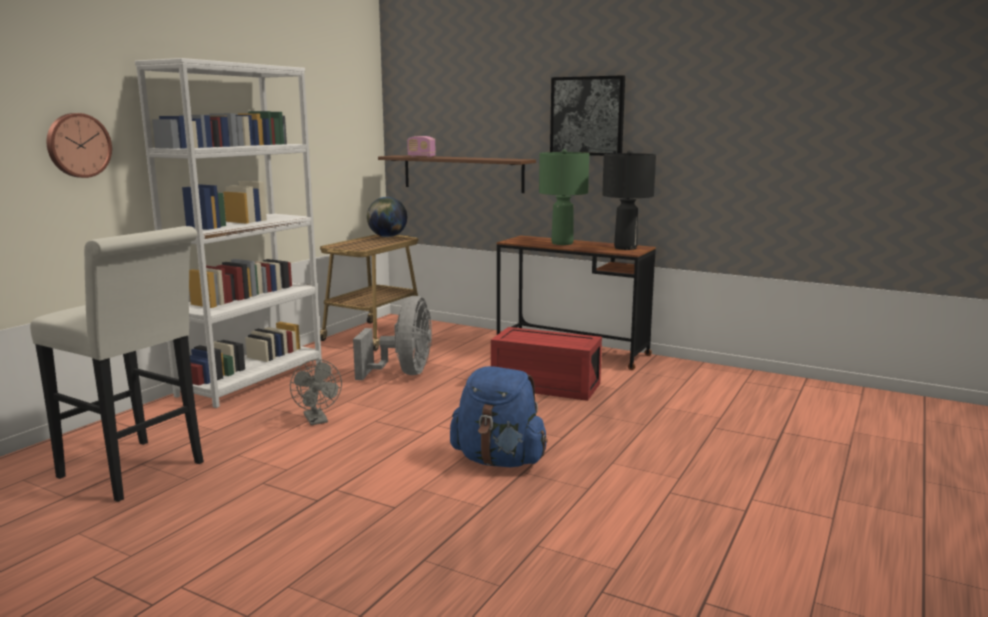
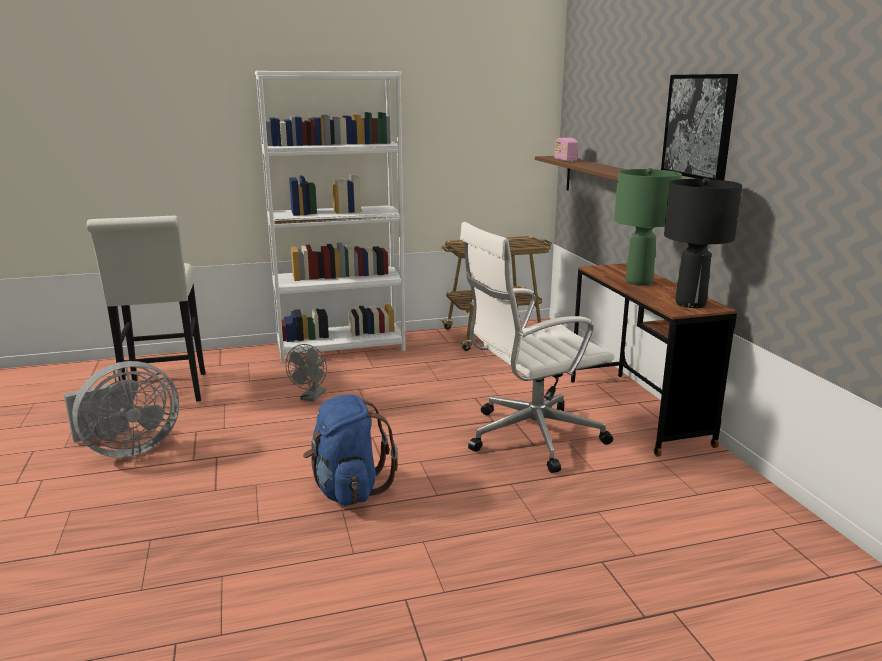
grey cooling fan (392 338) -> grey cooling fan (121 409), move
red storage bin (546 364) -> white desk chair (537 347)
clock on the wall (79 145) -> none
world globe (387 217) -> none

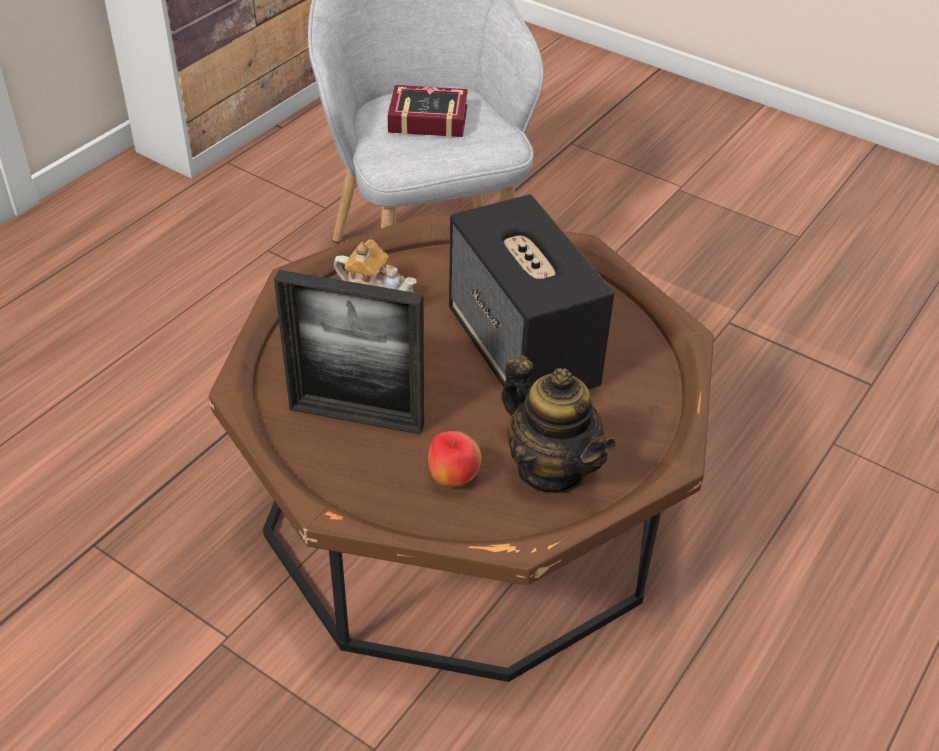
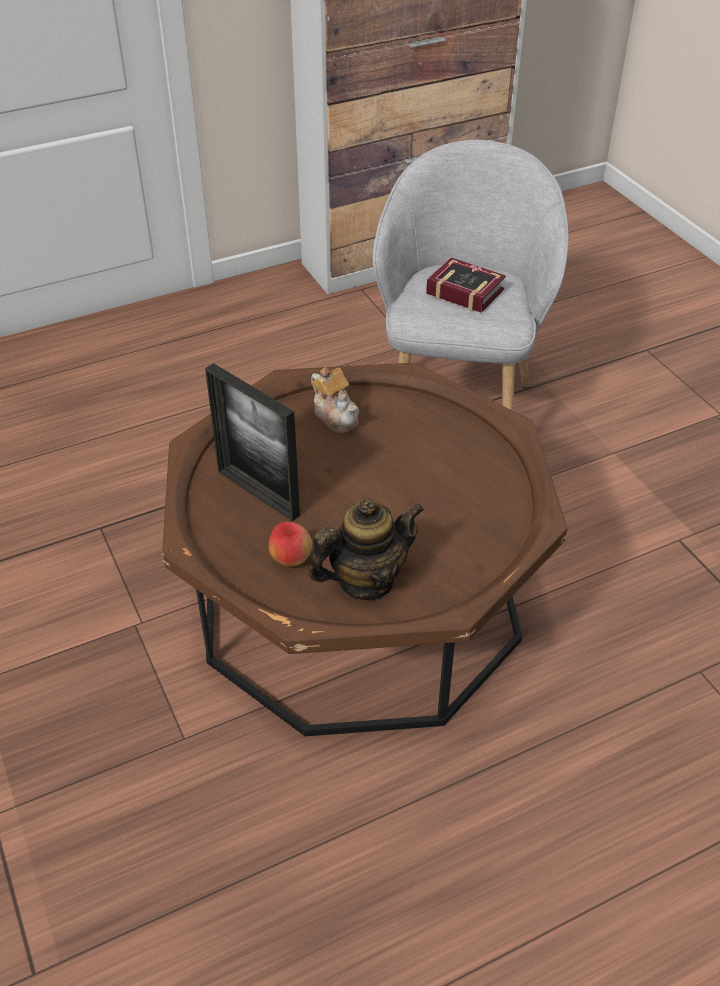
tea pot (558 424) -> tea pot (366 549), 105 degrees counterclockwise
audio speaker (531 299) -> none

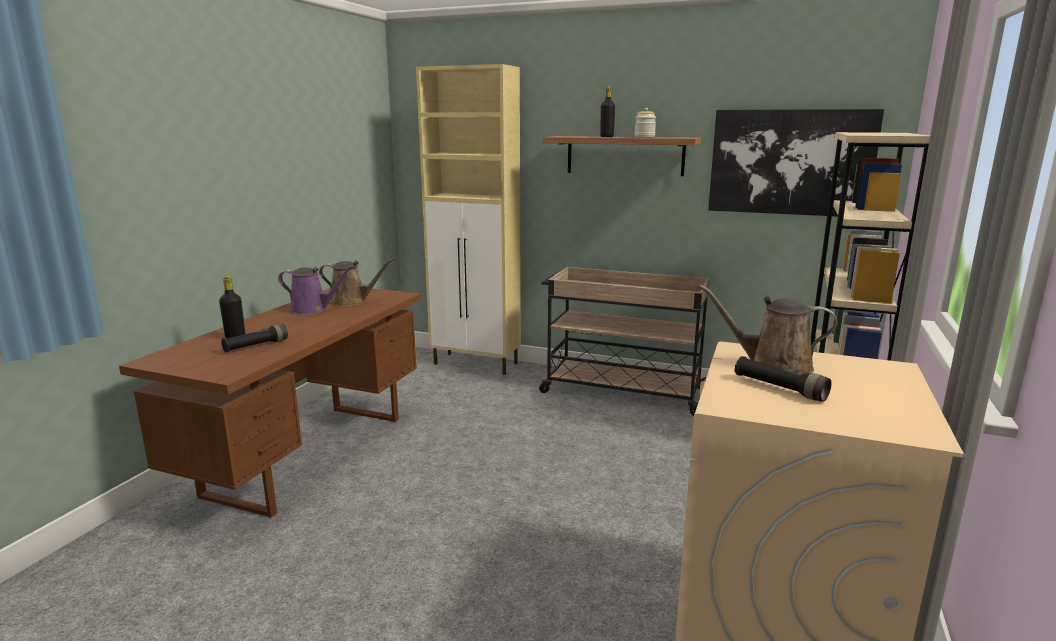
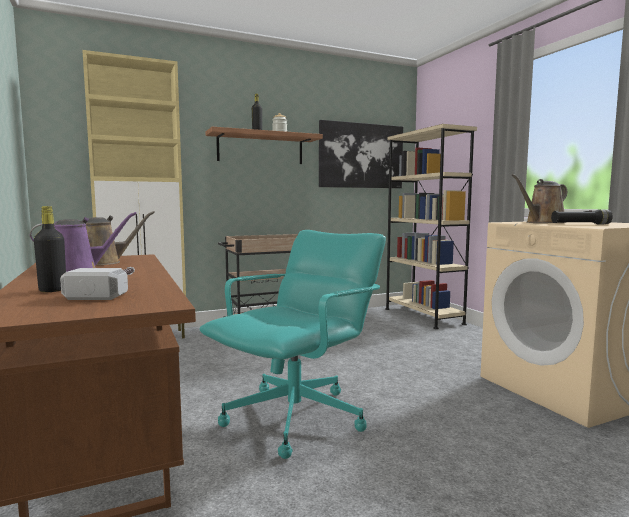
black-coloured torch (254 338) -> tool hammer (97 283)
none -> blue-green desk chair (293 344)

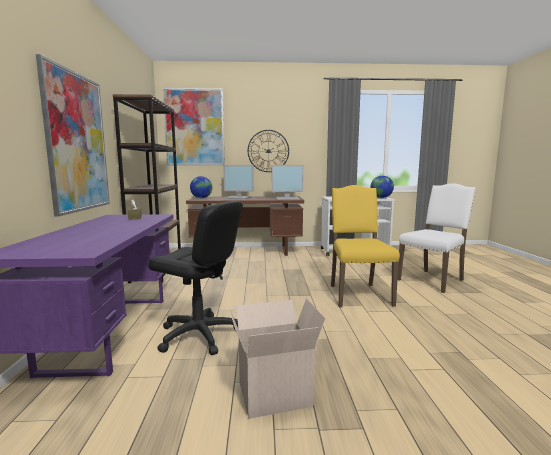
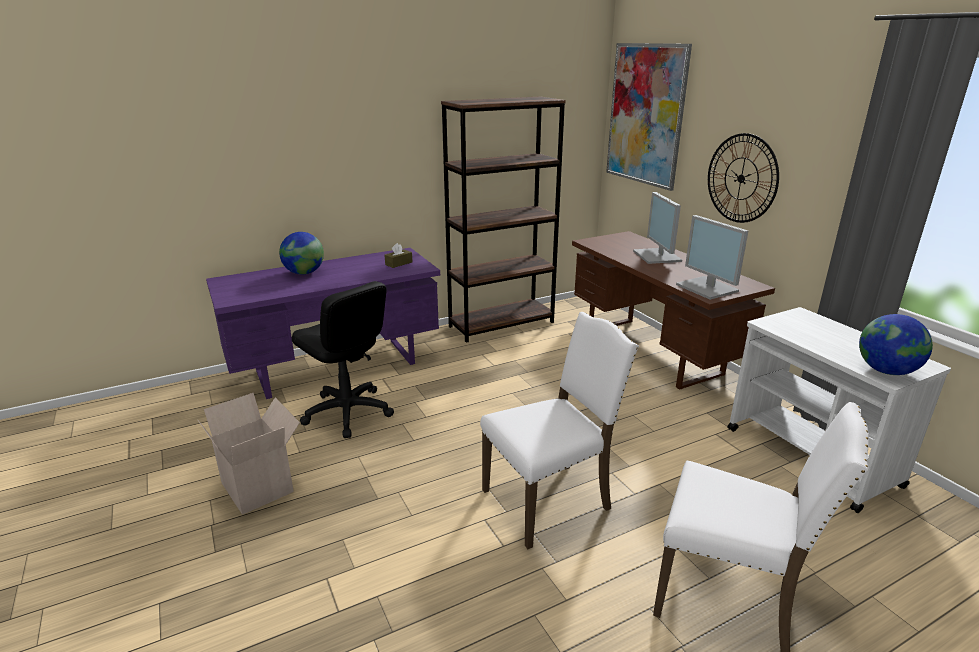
world globe (201 187) -> world globe (301 253), move
black-coloured desk chair (195 278) -> black-coloured desk chair (343 359), 45 degrees counterclockwise
yellow-coloured plain chair (365 246) -> white plain chair (559 430)
wall art (73 135) -> none

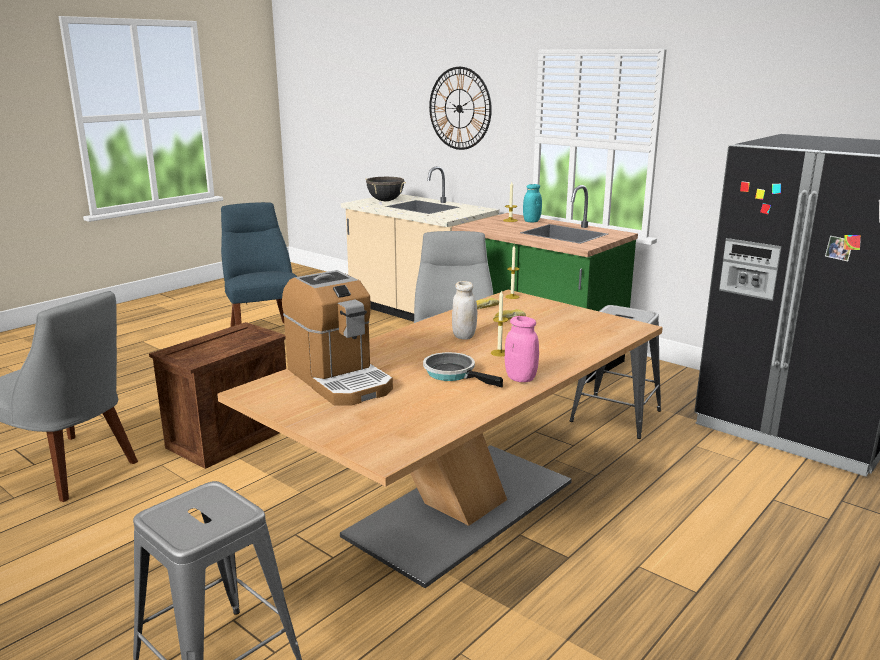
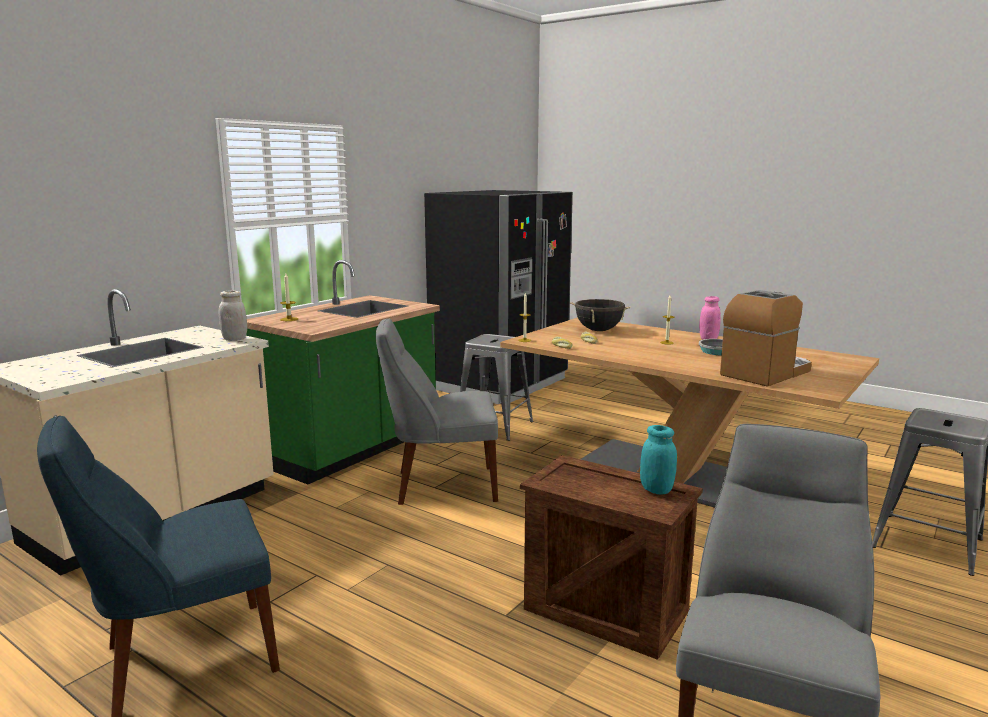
white jar (464 310) -> white jar (233 316), move
black-coloured cooking pot (385 189) -> black-coloured cooking pot (600 315), move
blue-green jar (532 203) -> blue-green jar (658 460), move
clock on the wall (460 108) -> none

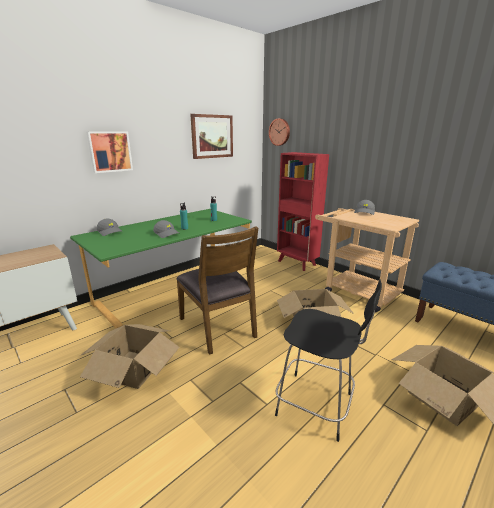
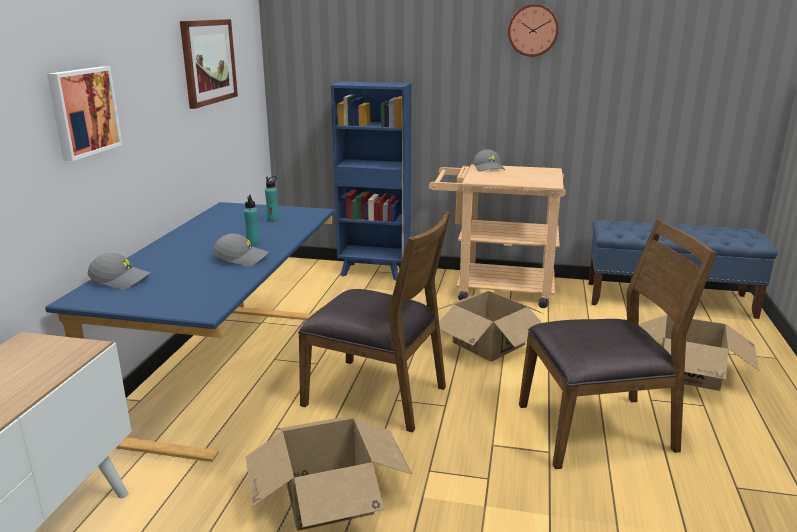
green desk (161 268) -> bluish desk (190 332)
red shelving unit (303 211) -> bluish shelving unit (371 181)
clock on the wall (279 132) -> clock on the wall (533 30), move
black-coloured stool (328 360) -> brown plain chair (618 344)

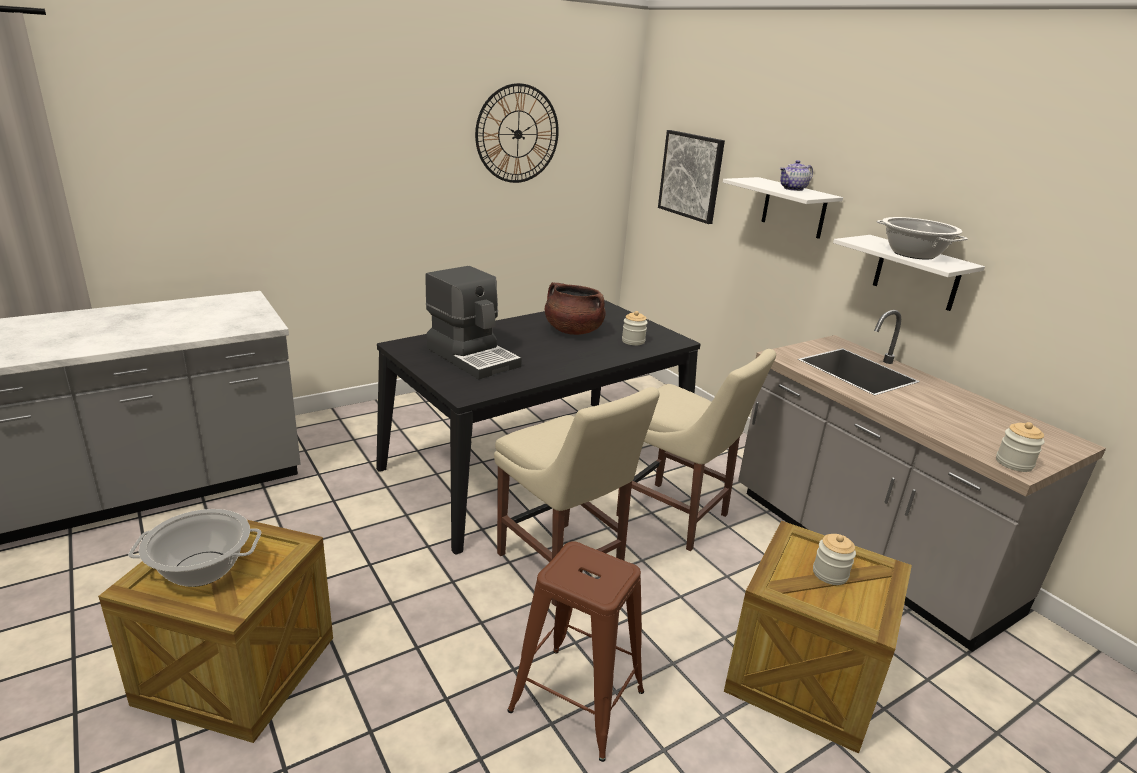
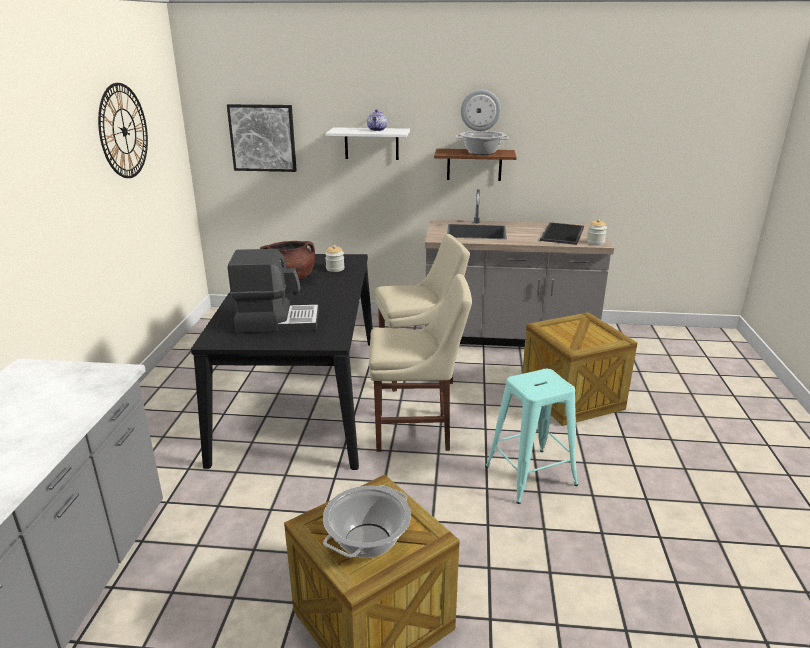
white bracket shelf (909 273) -> brown bracket shelf (475 165)
none -> clock on the wall (481 110)
brown stool (575 651) -> blue-green stool (531 436)
none -> carrying tray (562 233)
jar (834 559) -> none

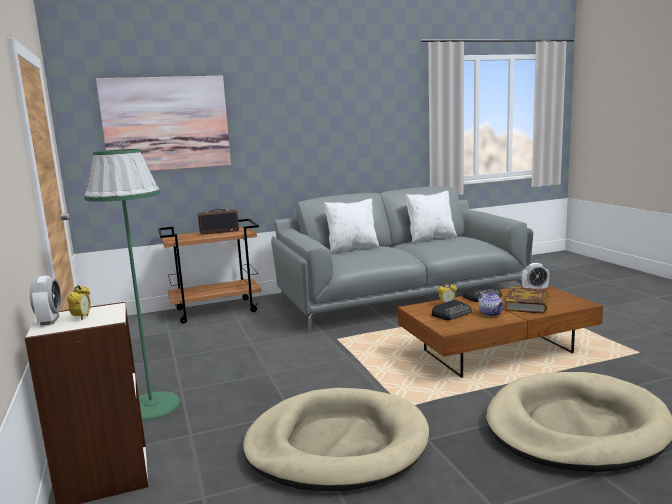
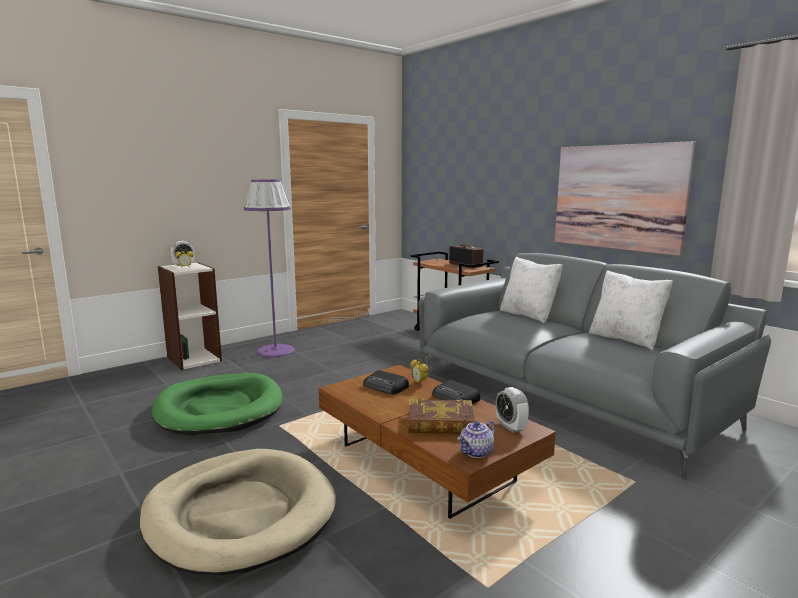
beige-coloured pet bed (336 439) -> green pet bed (217 404)
green floor lamp (132 285) -> purple-coloured floor lamp (269 268)
tea pot (491 304) -> tea pot (476 439), move
wall art (163 123) -> wall art (625 198), move

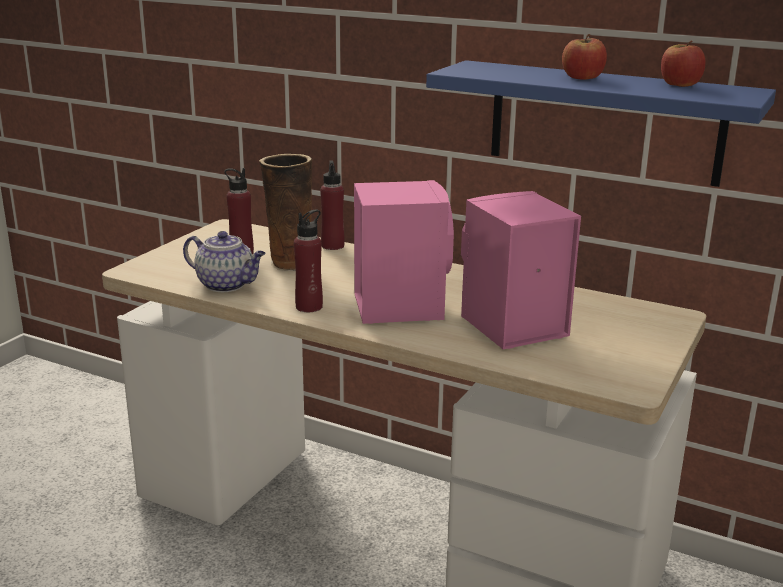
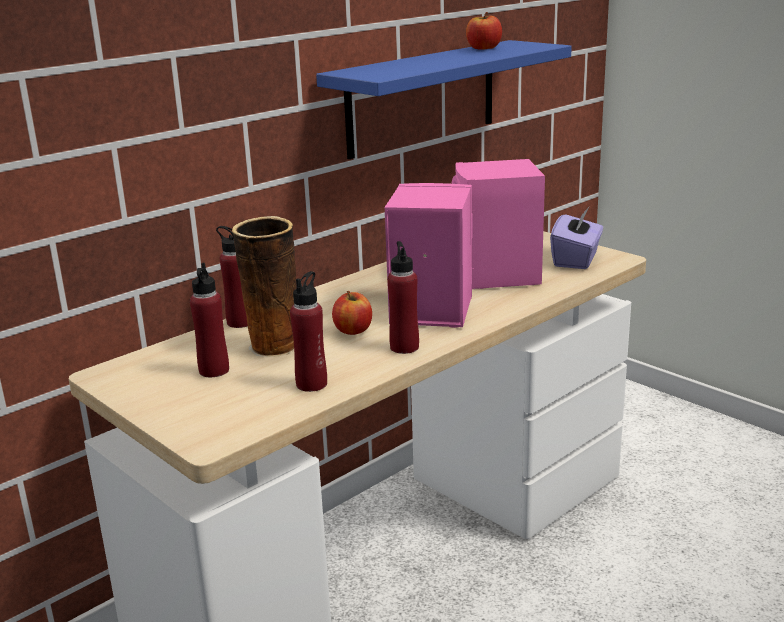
tea pot (224 261) -> red bottle (308 331)
whole apple (584 57) -> whole apple (352 313), move
none -> purple-coloured box of tissues (576 238)

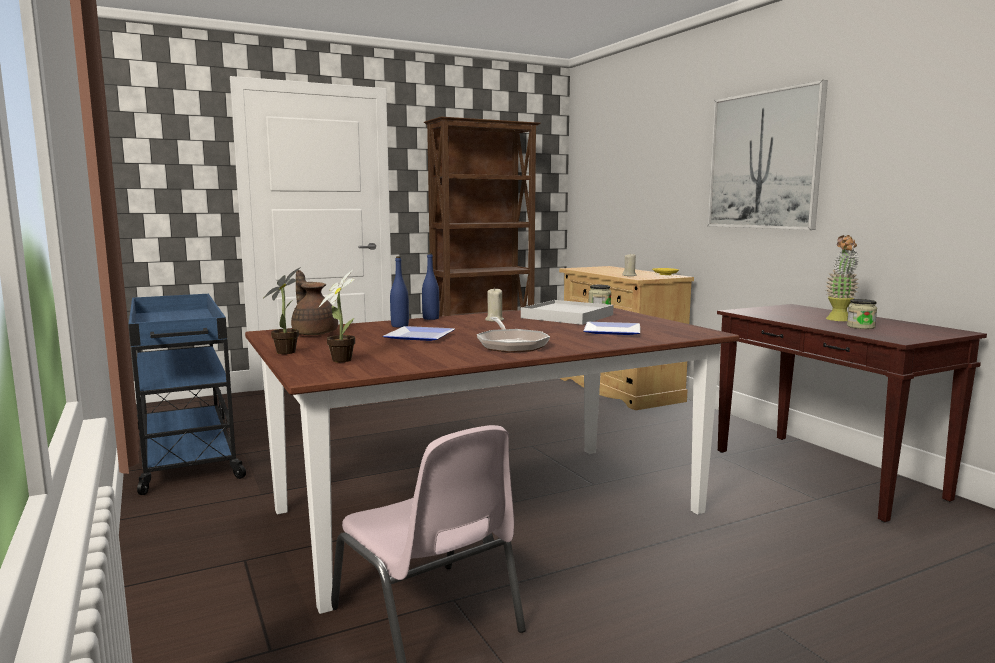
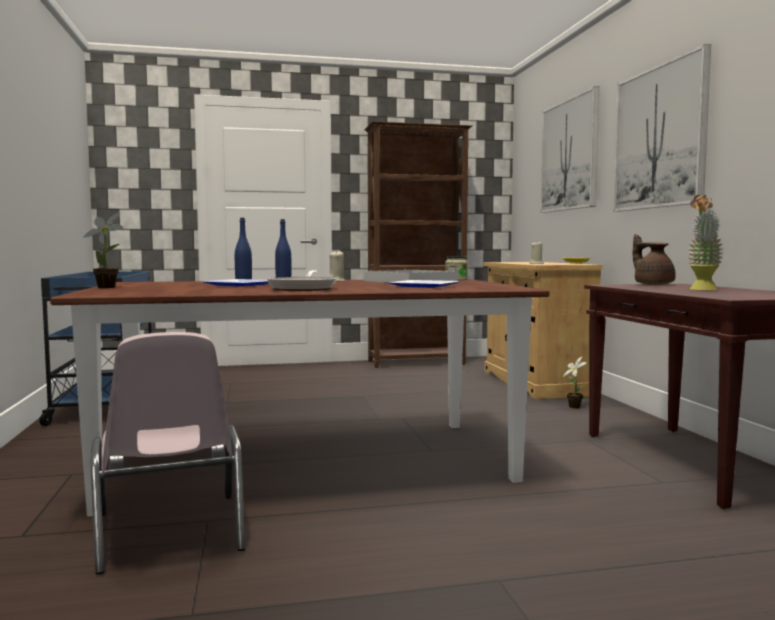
none -> wall art (570 149)
plant in a pot (337 316) -> plant in a pot (575 382), move
brown tea pot (314 302) -> brown tea pot (654 259), move
jar (862 314) -> none

